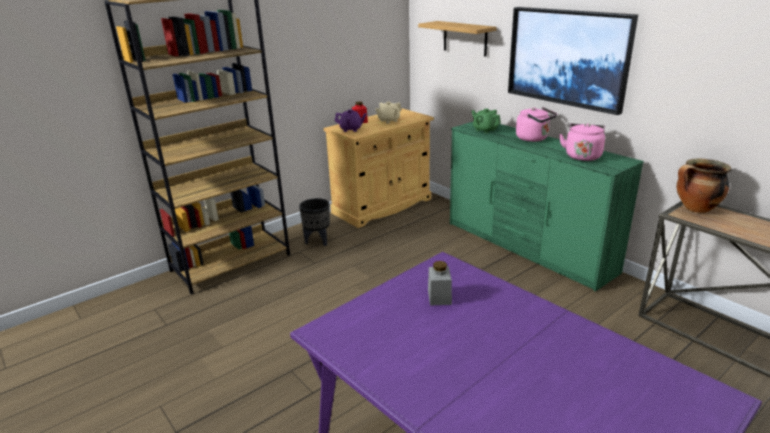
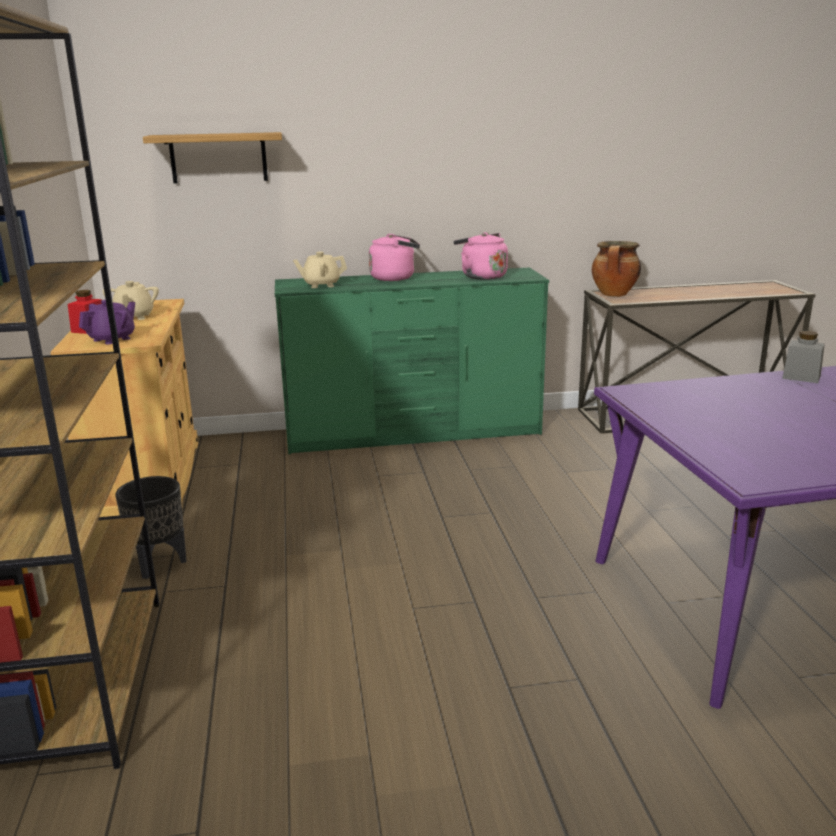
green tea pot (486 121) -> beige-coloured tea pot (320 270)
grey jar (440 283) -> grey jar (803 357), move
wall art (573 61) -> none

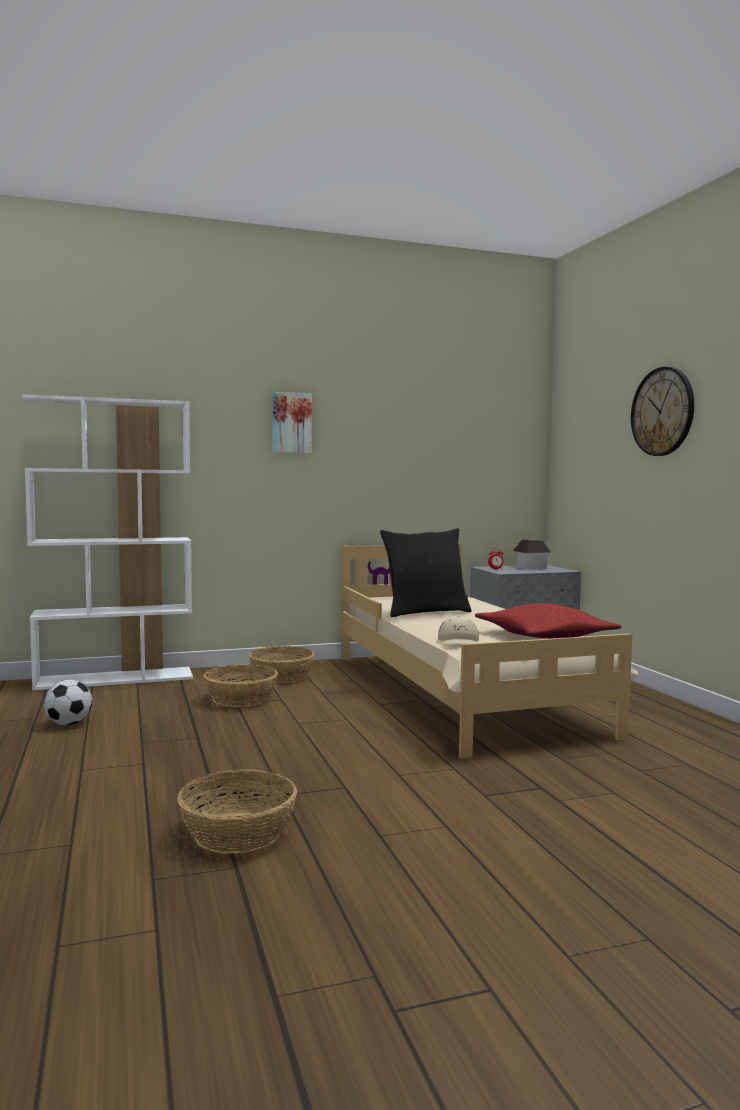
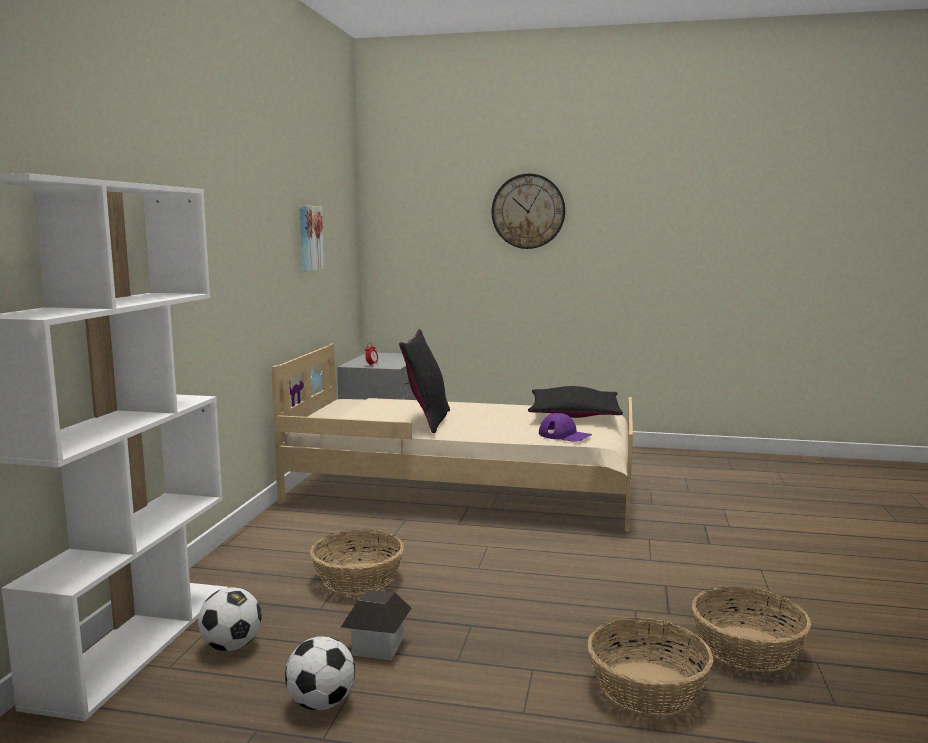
none -> football (230 619)
wall art (292 422) -> wall art (312 238), move
toy house (532 554) -> toy house (376 625), move
red throw pillow (548 621) -> black-coloured throw pillow (575 402)
beige-coloured baseball cap (458 630) -> purple-coloured baseball cap (565 427)
storage basket (282 664) -> storage basket (651 667), move

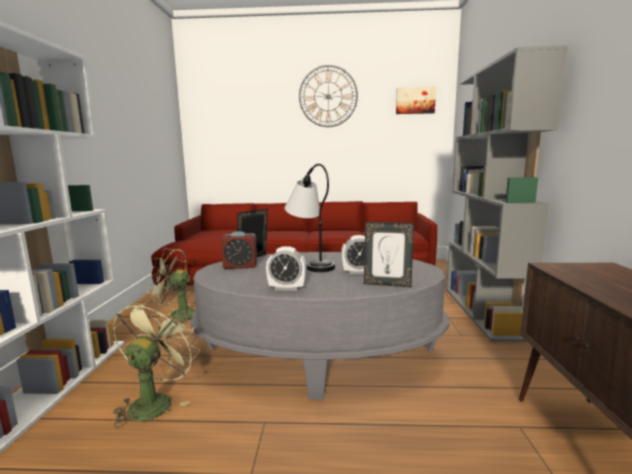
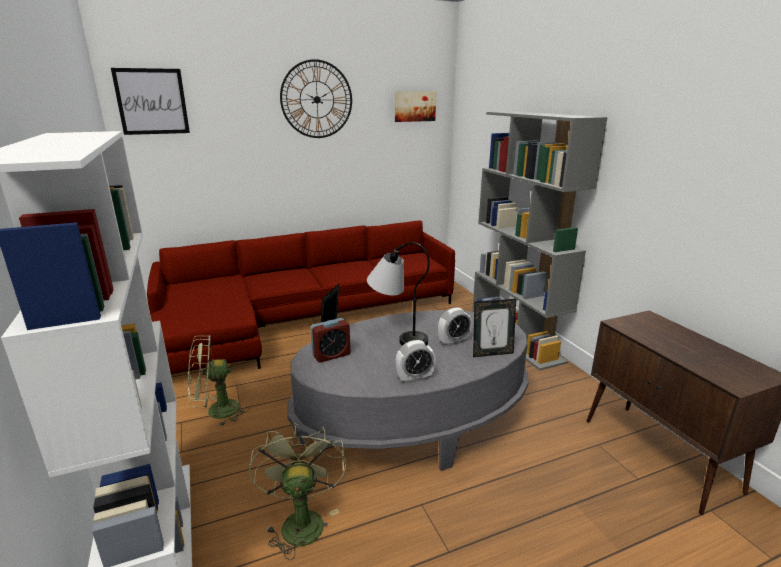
none -> wall art (150 101)

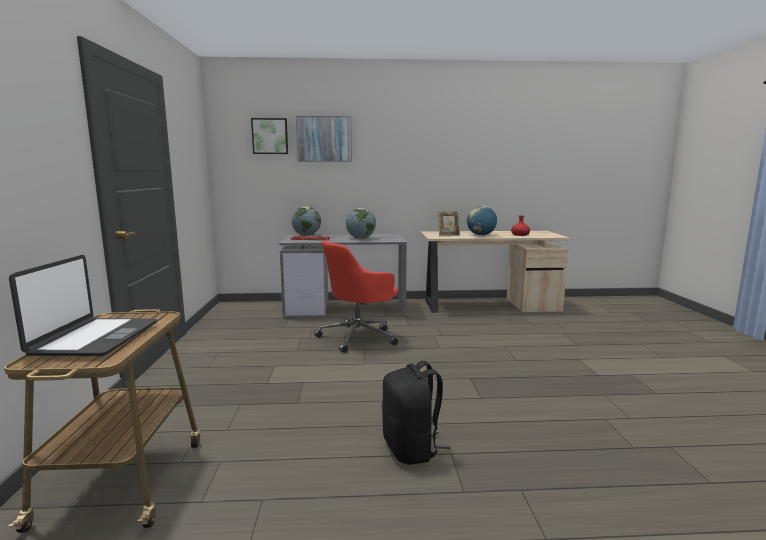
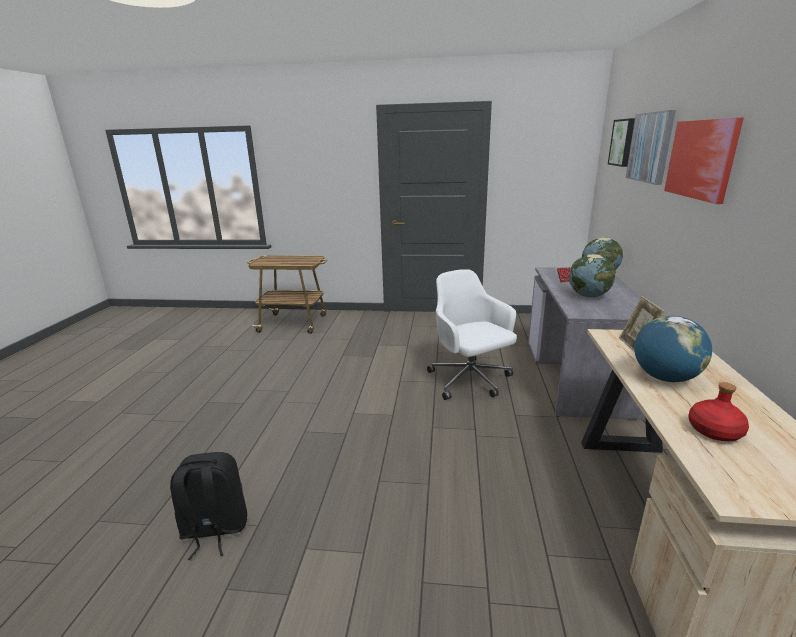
black-coloured knapsack (416 413) -> black-coloured knapsack (208 506), move
red desk chair (356 297) -> white desk chair (472 334)
none -> wall art (704 160)
laptop (83 305) -> none

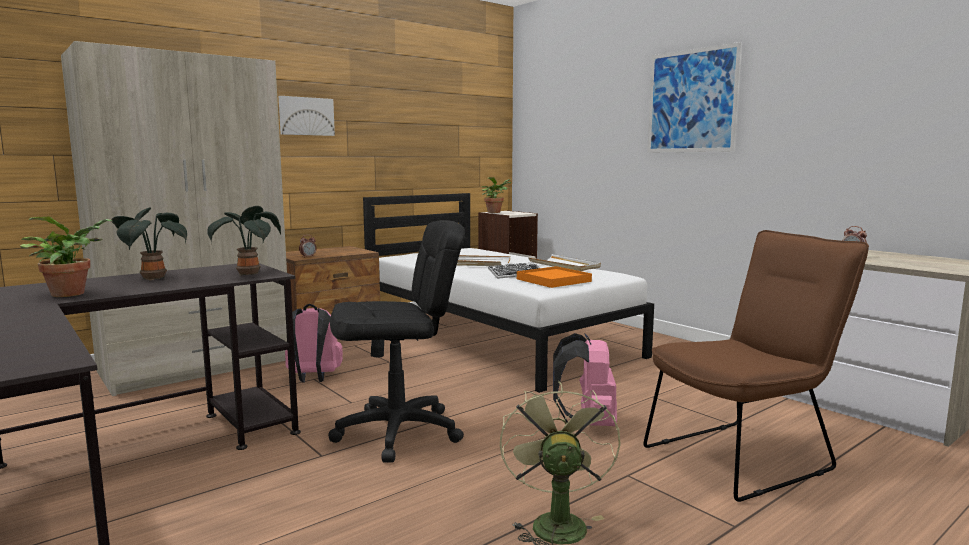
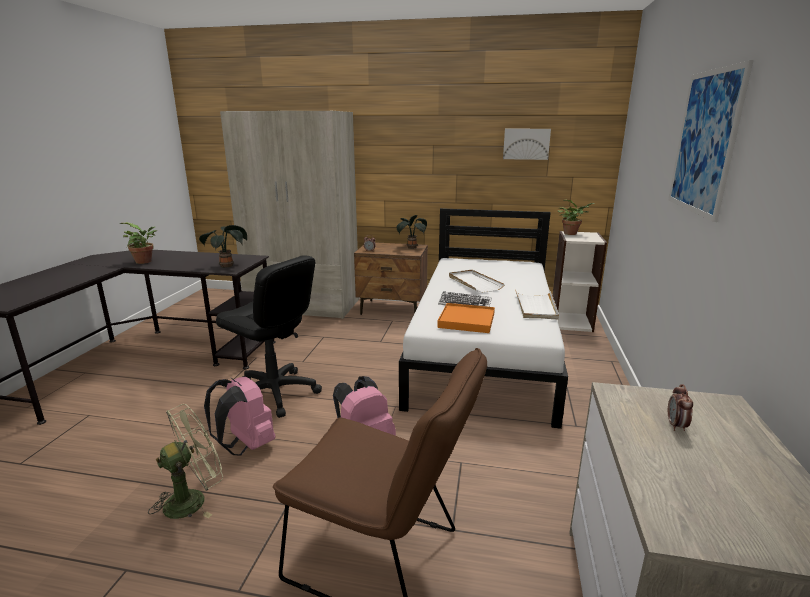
pink-coloured knapsack (314 343) -> pink-coloured knapsack (239 416), move
plant in a pot (149 244) -> plant in a pot (411 232), move
wall art (307 116) -> wall art (527 144), move

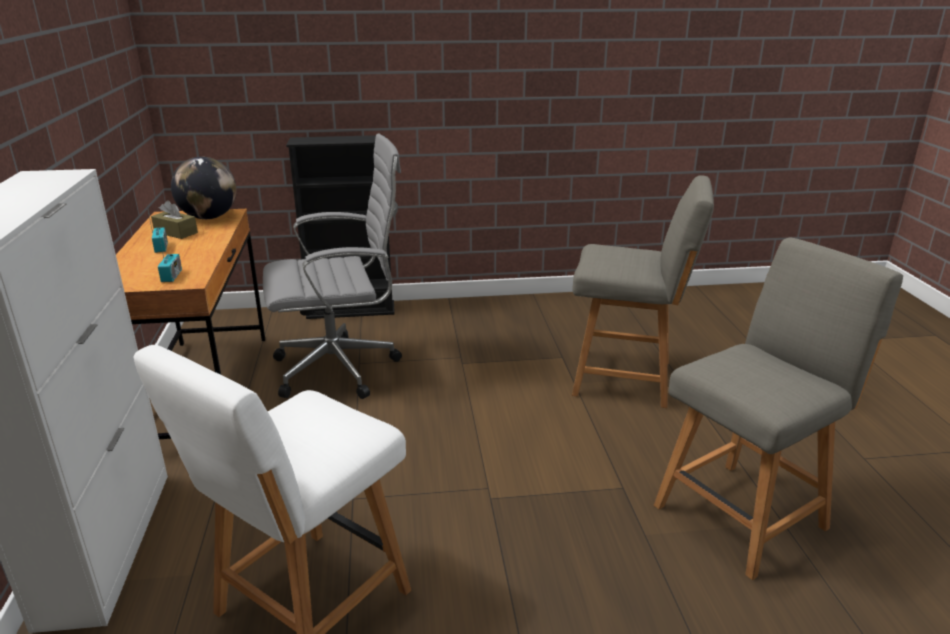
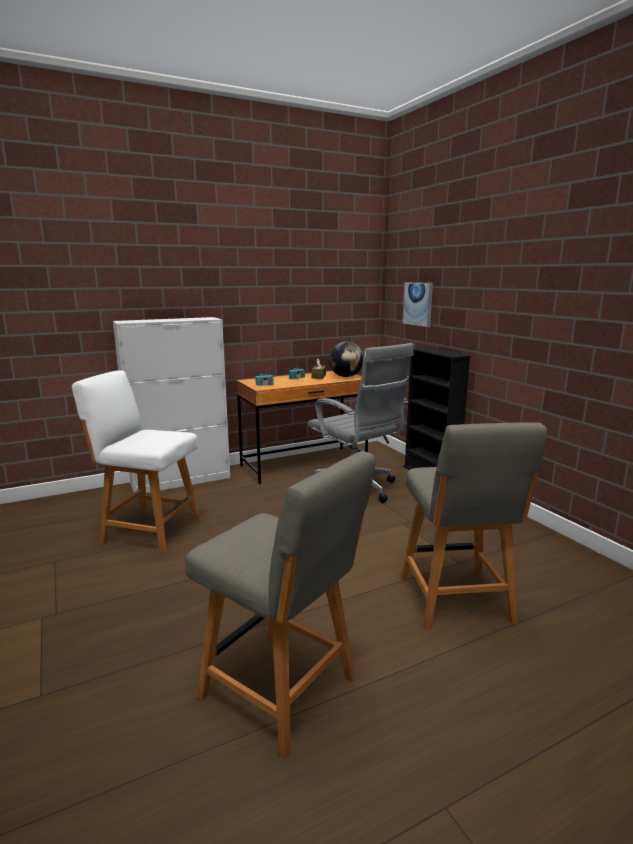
none -> wall art (417 304)

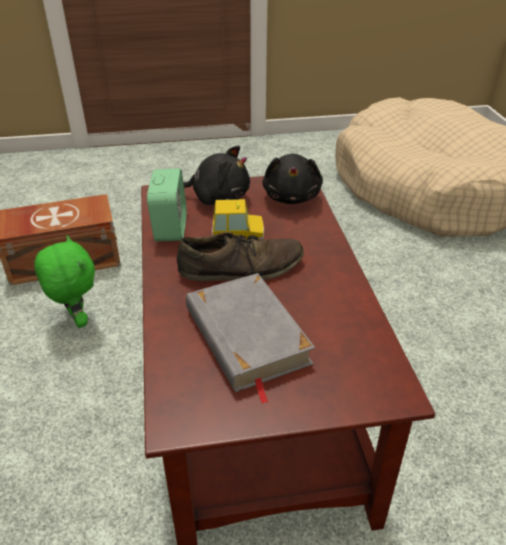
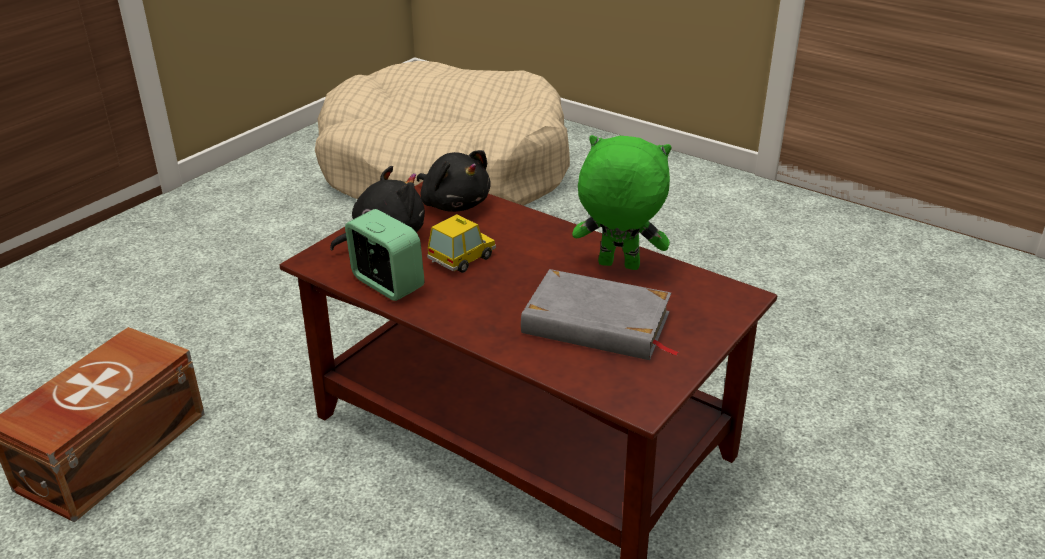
green soft toy (64 281) -> green soft toy (621 202), move
brown shoe (240 256) -> none

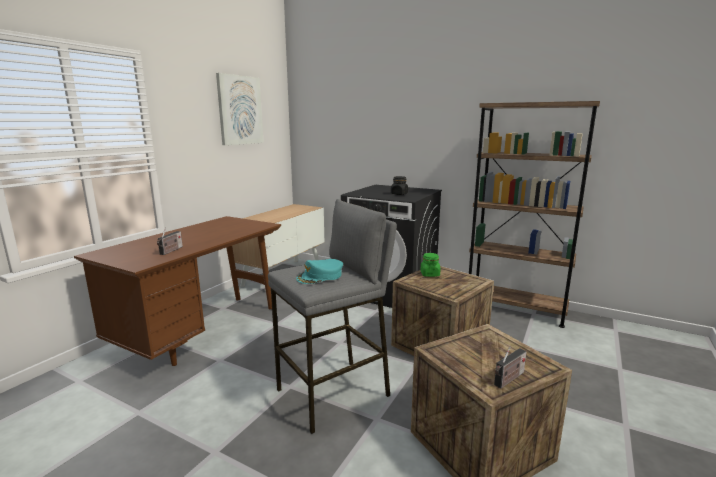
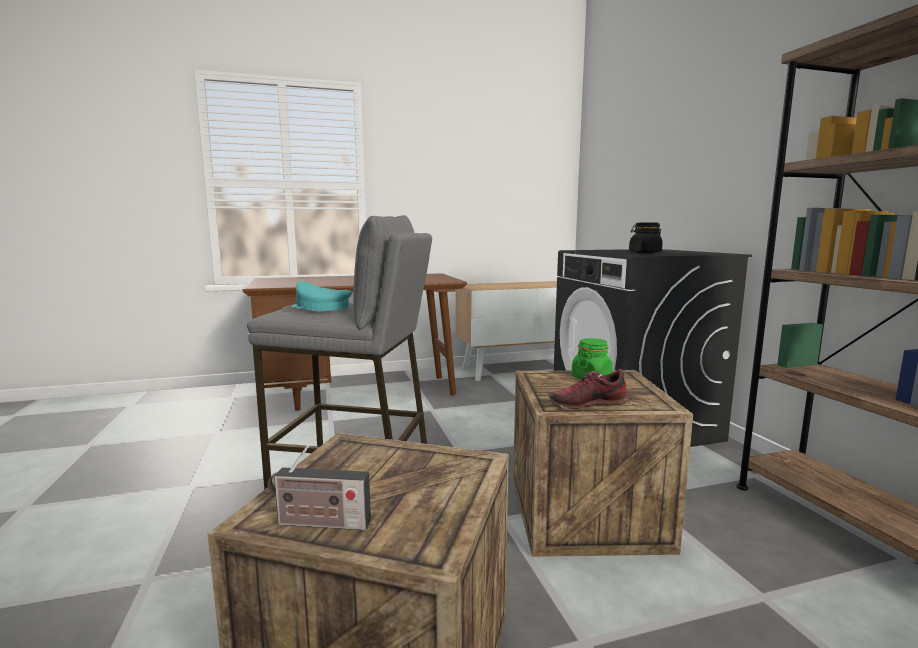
none -> shoe (589 389)
radio (170 241) -> none
wall art (240 109) -> none

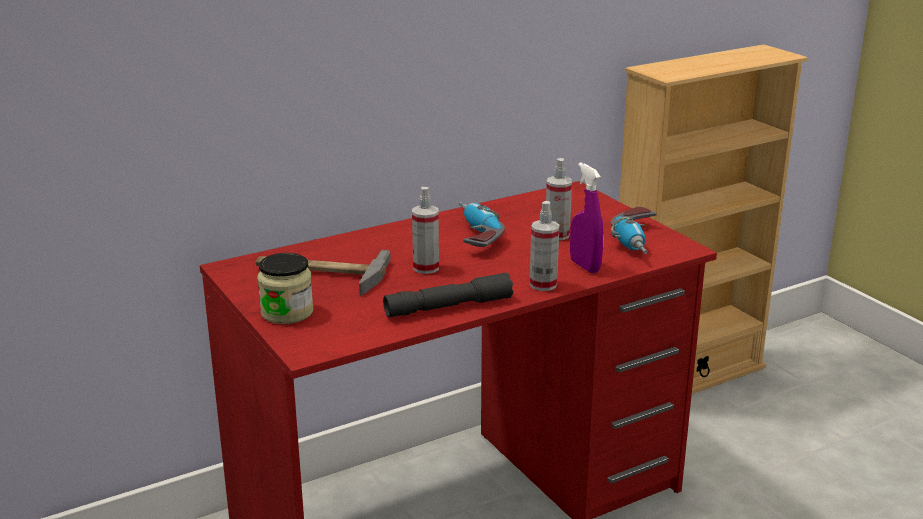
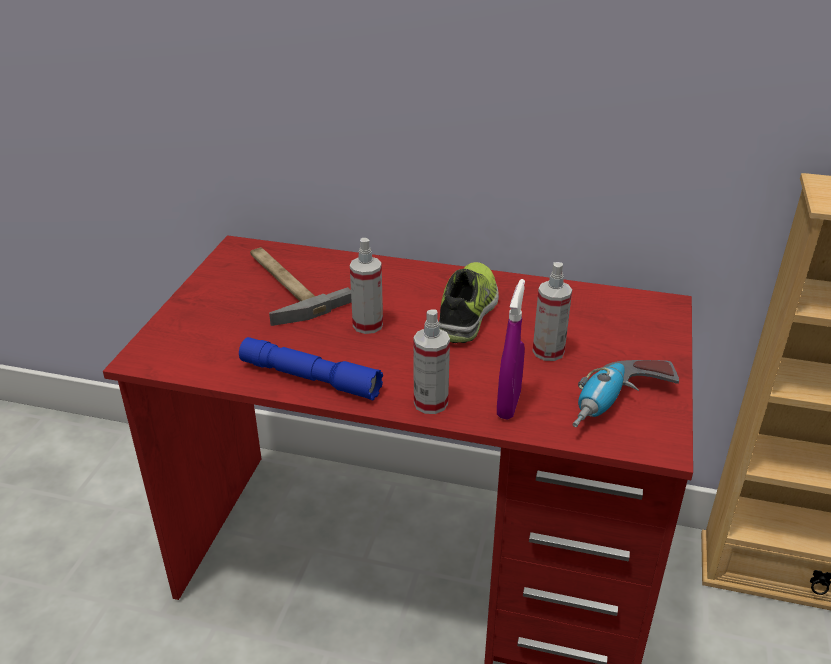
grey torch (448 294) -> bluish torch (311 368)
drill (482 224) -> shoe (469 302)
jar (285 288) -> none

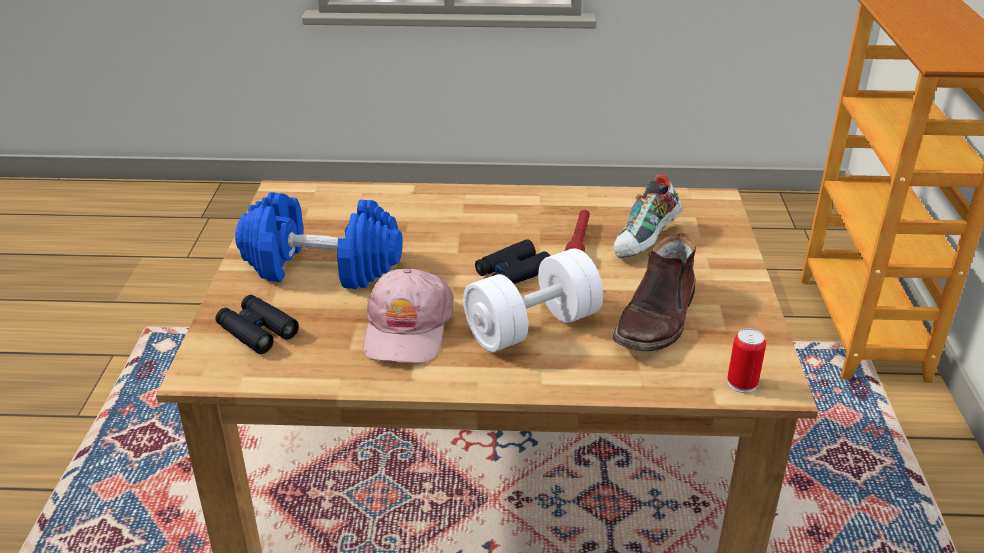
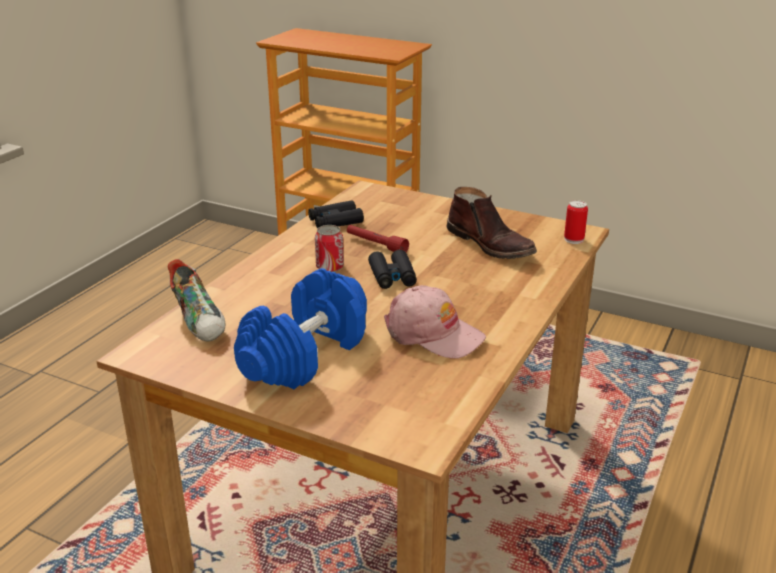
shoe (648 216) -> shoe (196 300), move
black-coloured field glasses (257 324) -> black-coloured field glasses (336 214), move
none -> metal can (329 248)
white hand weight (533 300) -> none

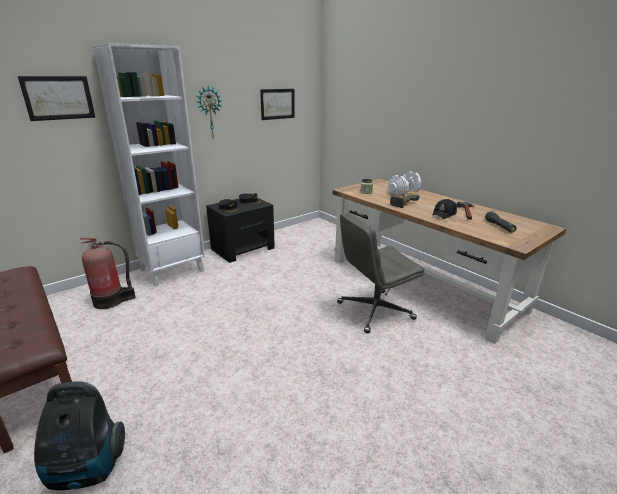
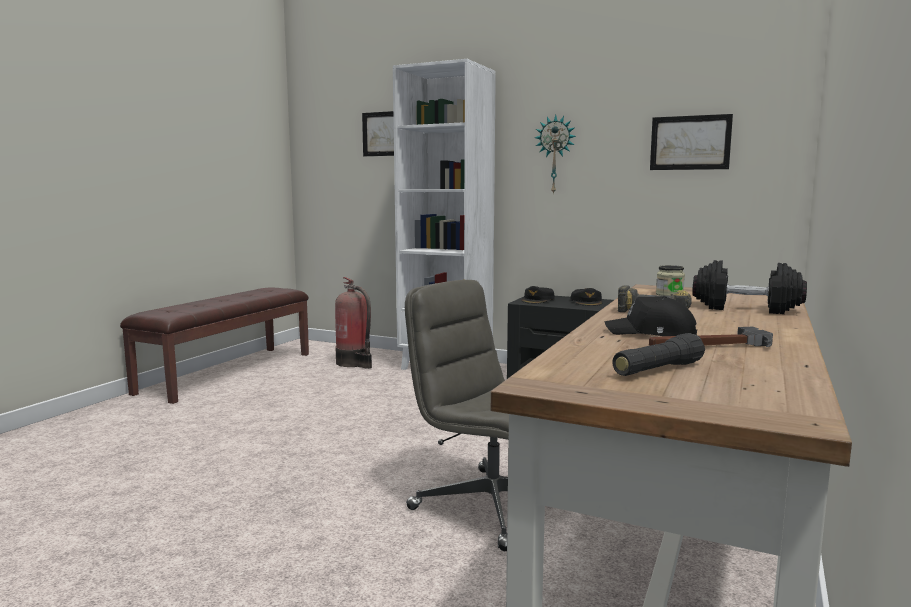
white hand weight (404 183) -> black-coloured hand weight (749 287)
vacuum cleaner (79 436) -> none

